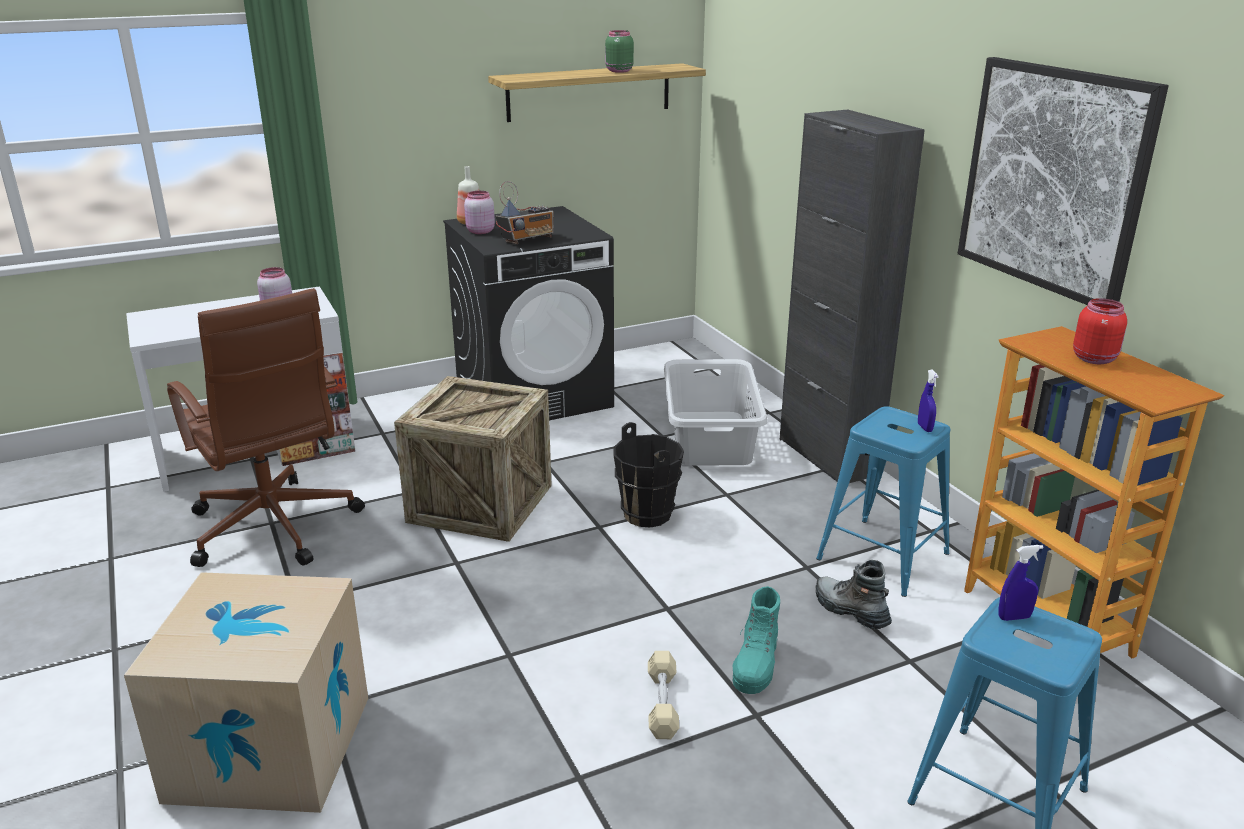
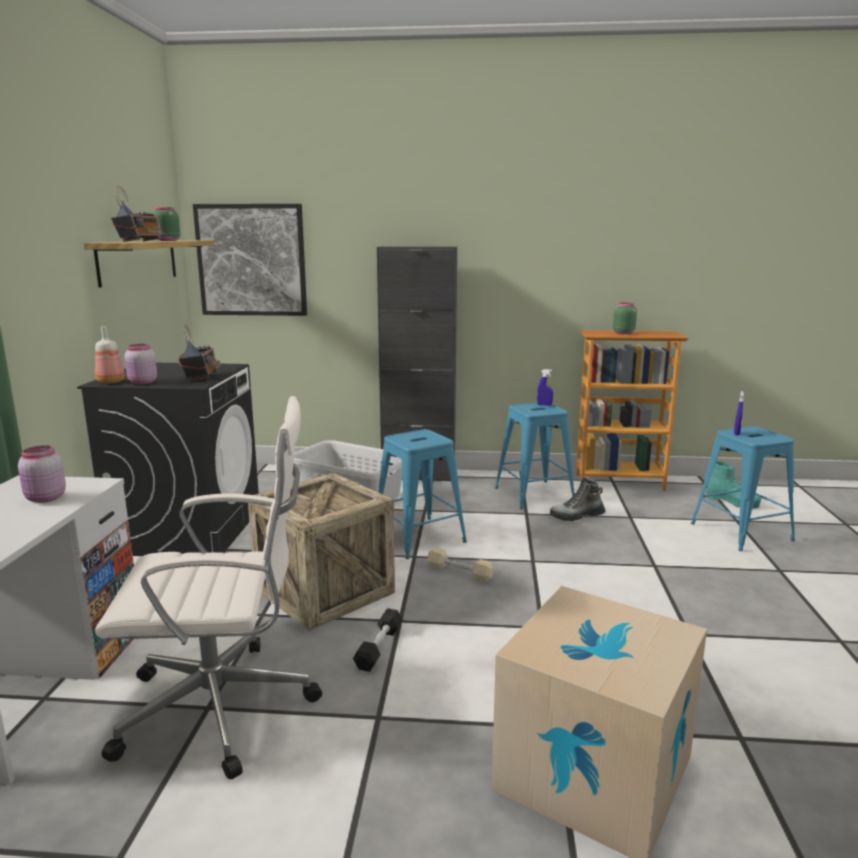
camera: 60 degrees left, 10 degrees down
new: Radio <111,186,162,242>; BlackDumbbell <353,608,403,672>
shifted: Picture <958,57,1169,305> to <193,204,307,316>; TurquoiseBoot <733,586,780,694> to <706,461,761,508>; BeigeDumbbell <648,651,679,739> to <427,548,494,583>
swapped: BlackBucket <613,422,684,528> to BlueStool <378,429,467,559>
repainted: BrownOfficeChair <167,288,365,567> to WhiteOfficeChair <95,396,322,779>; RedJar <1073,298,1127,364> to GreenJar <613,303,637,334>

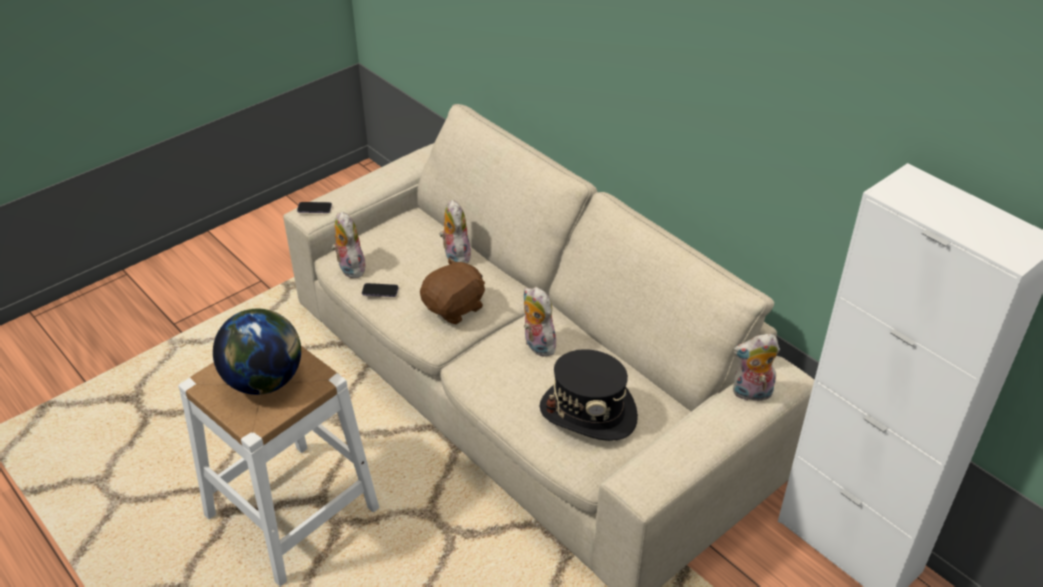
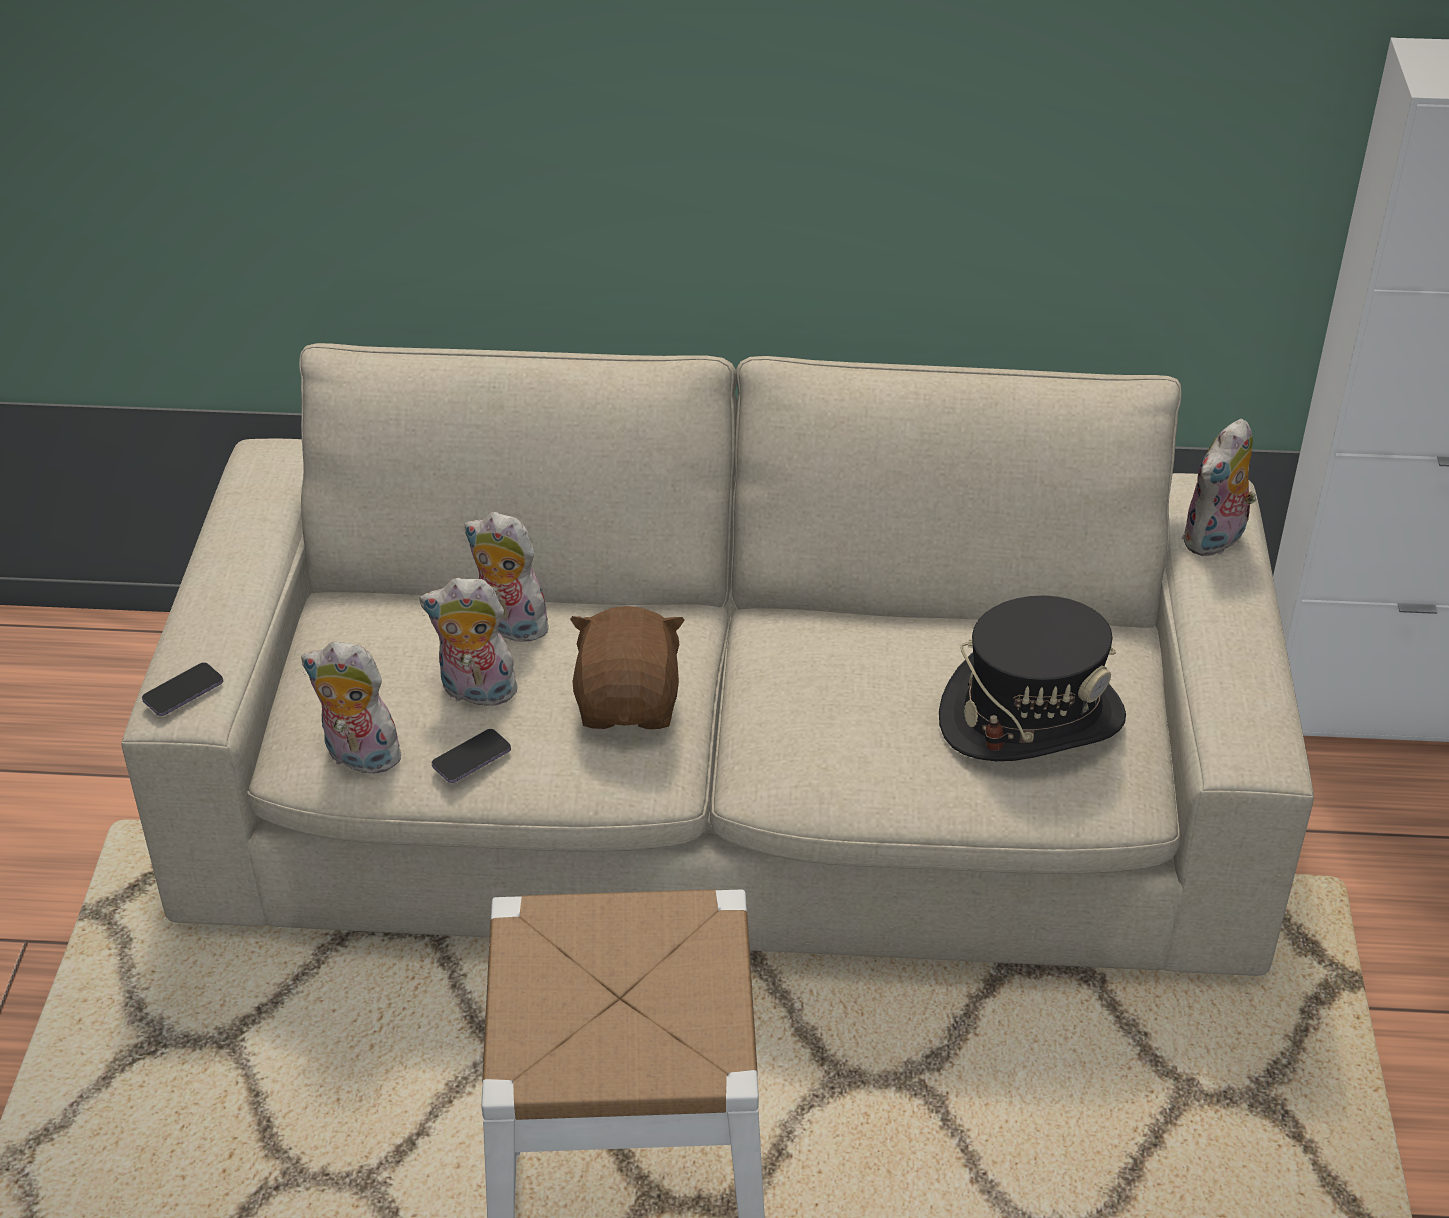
camera: 45 degrees left, 0 degrees up
gone: Globe <213,309,301,395>
shifted: PlushToy <524,287,556,357> to <420,578,525,706>

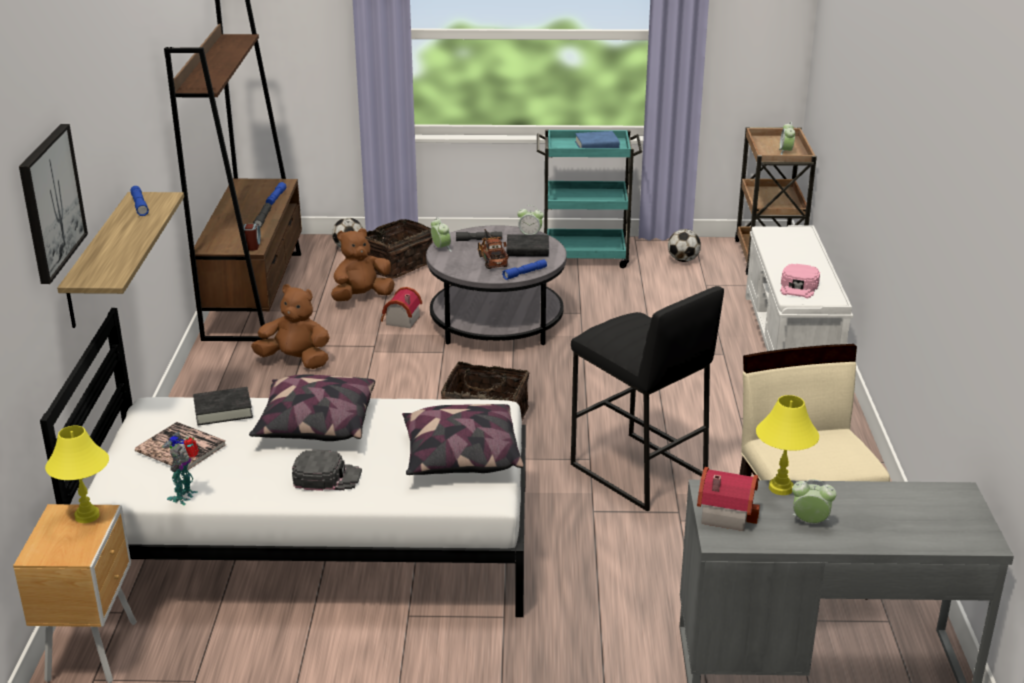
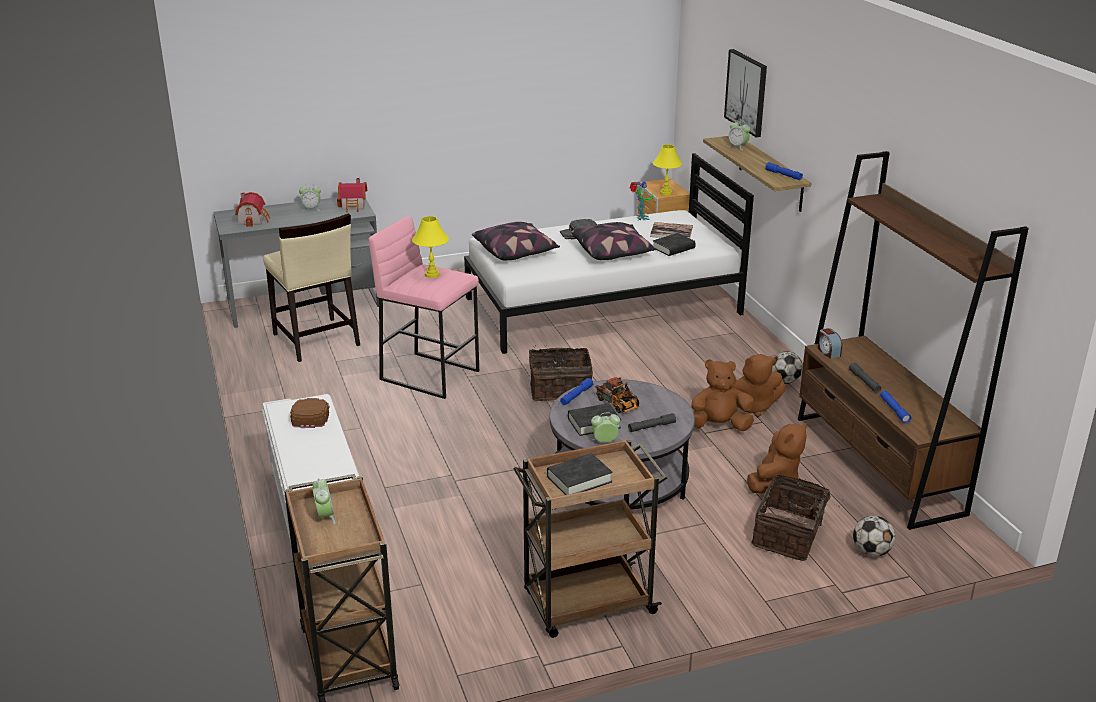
camera: 160 degrees right, 0 degrees up
new: BrownPlushToy <691,359,754,431>
shifted: AlarmClock <431,218,452,252> to <727,120,750,151>; Football <668,229,701,262> to <772,351,803,384>; ToyHouse <381,287,422,328> to <235,192,270,227>; YellowTableLamp <756,395,819,495> to <412,216,449,278>
repainted: TurquoiseCart <537,129,642,268> to BrownCart <514,439,667,638>; BlueBook <575,131,620,148> to BlackBook <547,453,613,495>; PinkCap <780,264,820,298> to BrownCap <290,398,330,428>; BlackStool <571,286,724,512> to PinkStool <369,216,479,399>

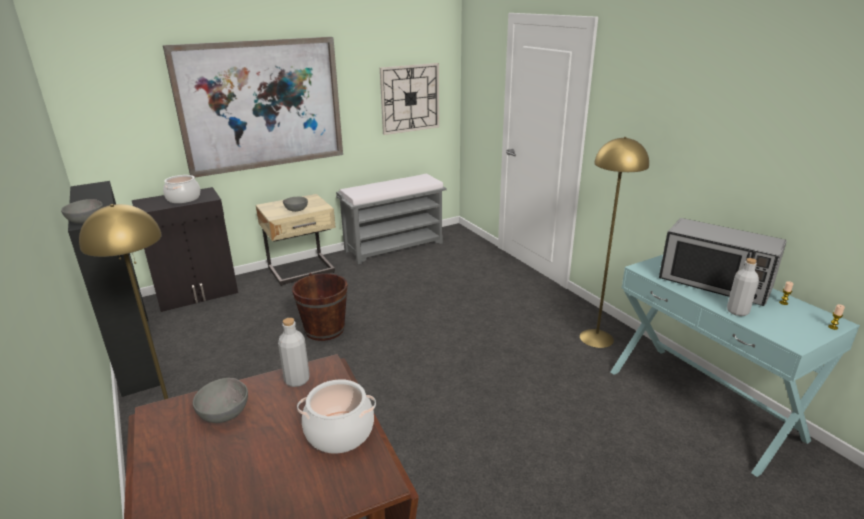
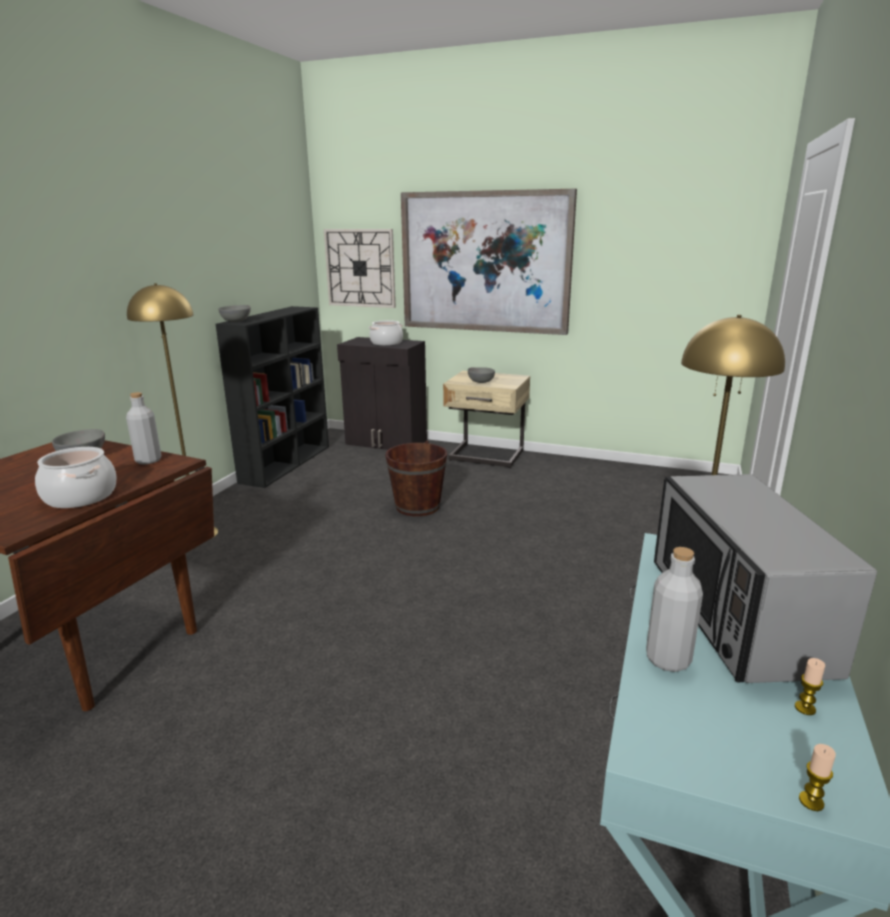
camera: 50 degrees right, 5 degrees down
gone: GreyBench <336,174,447,264>
shifted: WallClock <380,63,439,135> to <324,229,396,308>

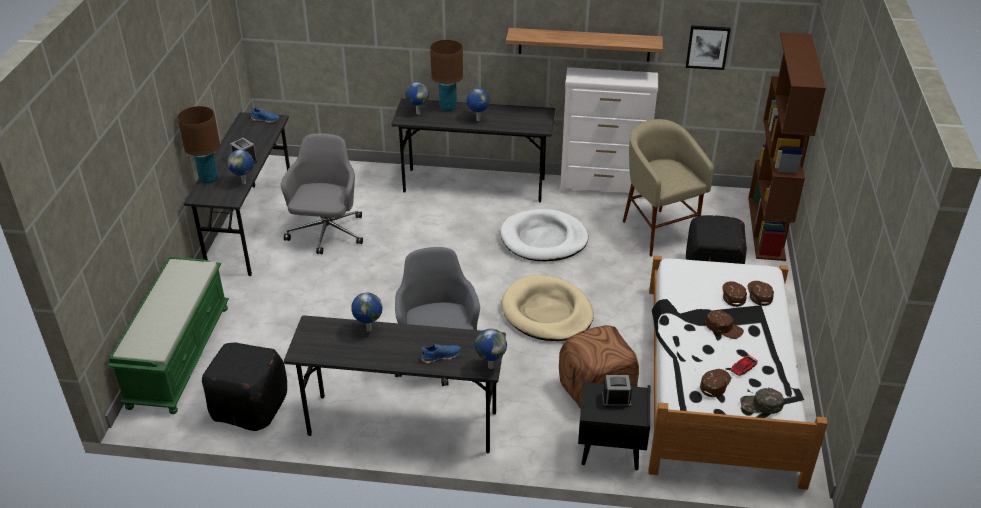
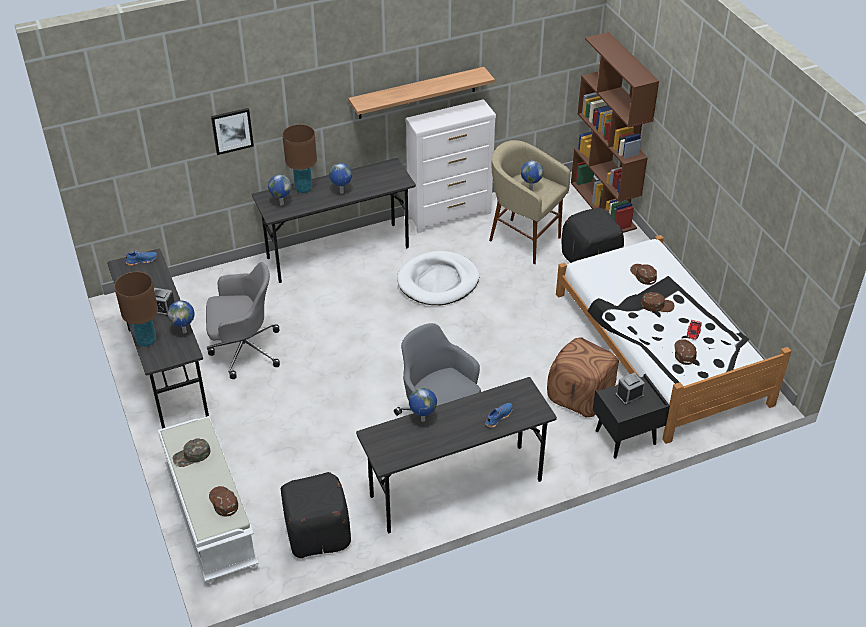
camera: 30 degrees left, 5 degrees up
gone: BeigeDogBed <502,275,594,341>
shifted: Picture <686,25,731,70> to <211,108,254,155>; BrownCap <748,281,774,306> to <209,486,238,516>; Globe <475,329,507,369> to <521,161,544,191>; GreenCap <740,388,784,414> to <173,438,210,467>
repainted: GreenBench <108,257,229,414> to WhiteBench <158,416,259,585>
rotated: GreyOfficeChair <281,133,363,254> = <206,262,280,379> 105 degrees clockwise

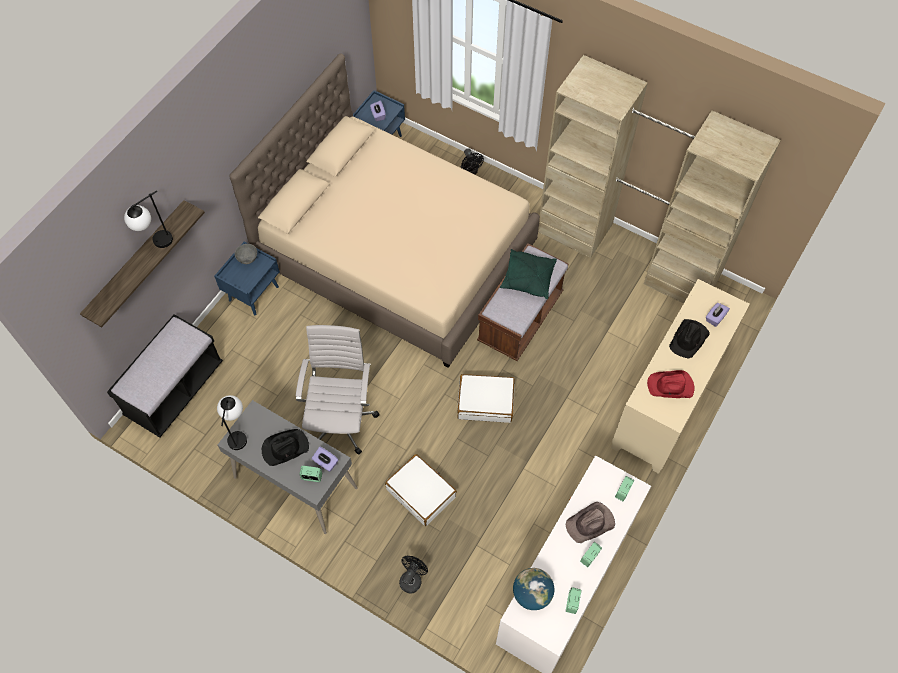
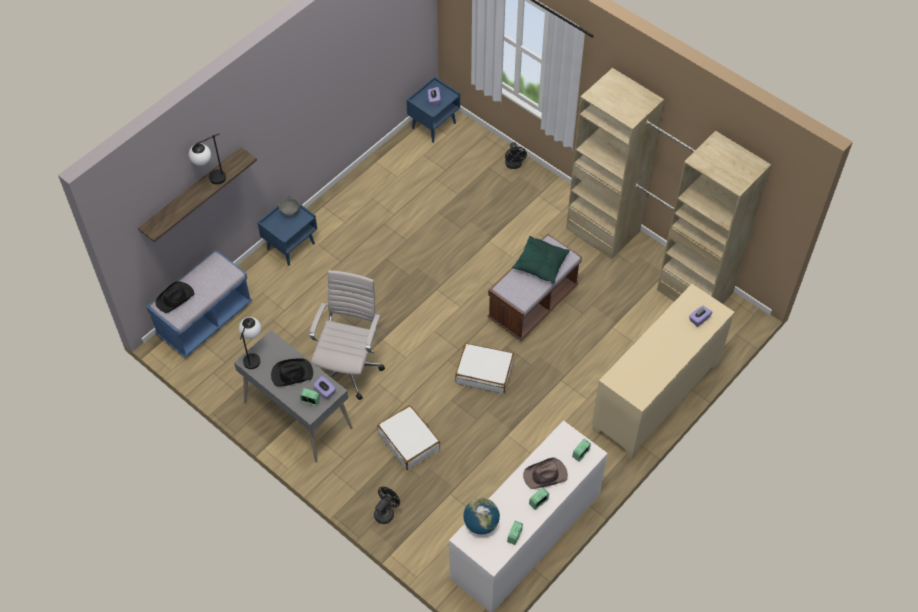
camera: 10 degrees right, 5 degrees down
gone: BeigeBed <230,54,540,368>; RedHat <647,370,694,398>
shifted: BlackHat <669,319,710,358> to <155,281,195,313>
repainted: BlackBench <107,314,223,437> to BlueBench <147,250,252,358>

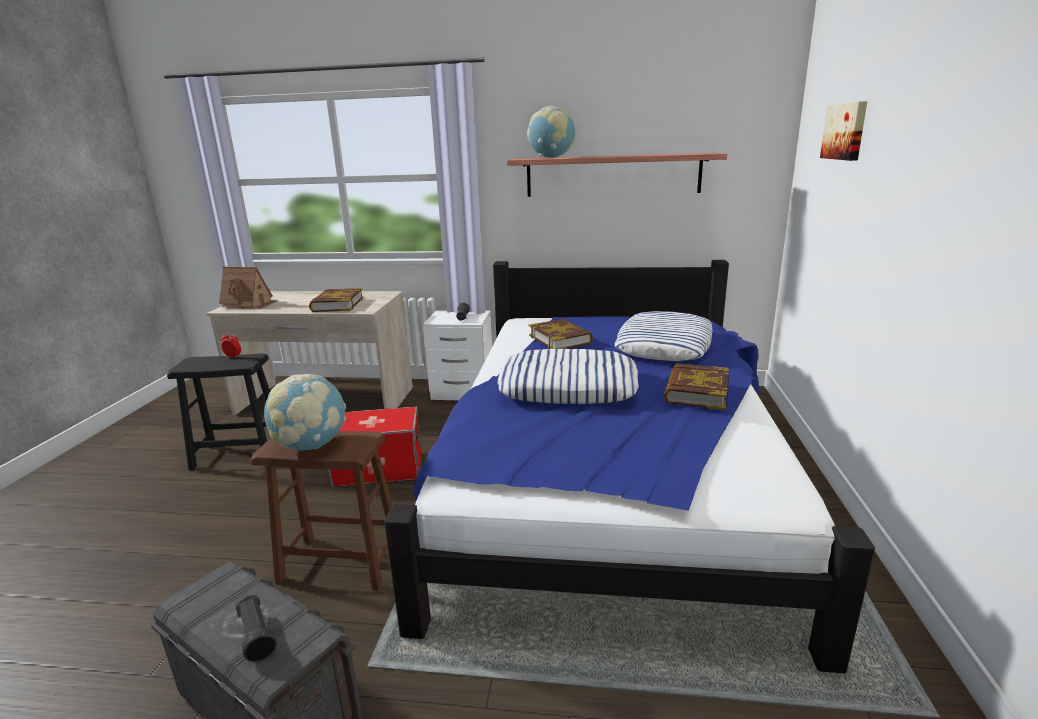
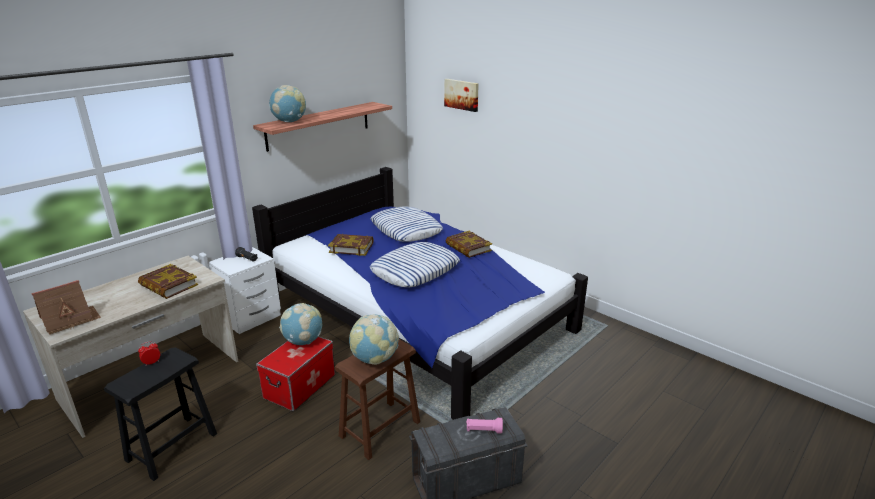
camera: 55 degrees left, 5 degrees up
new: Globe <279,303,322,345>
repainted: BlackFlashlight <235,595,277,662> to PinkFlashlight <466,418,503,434>

